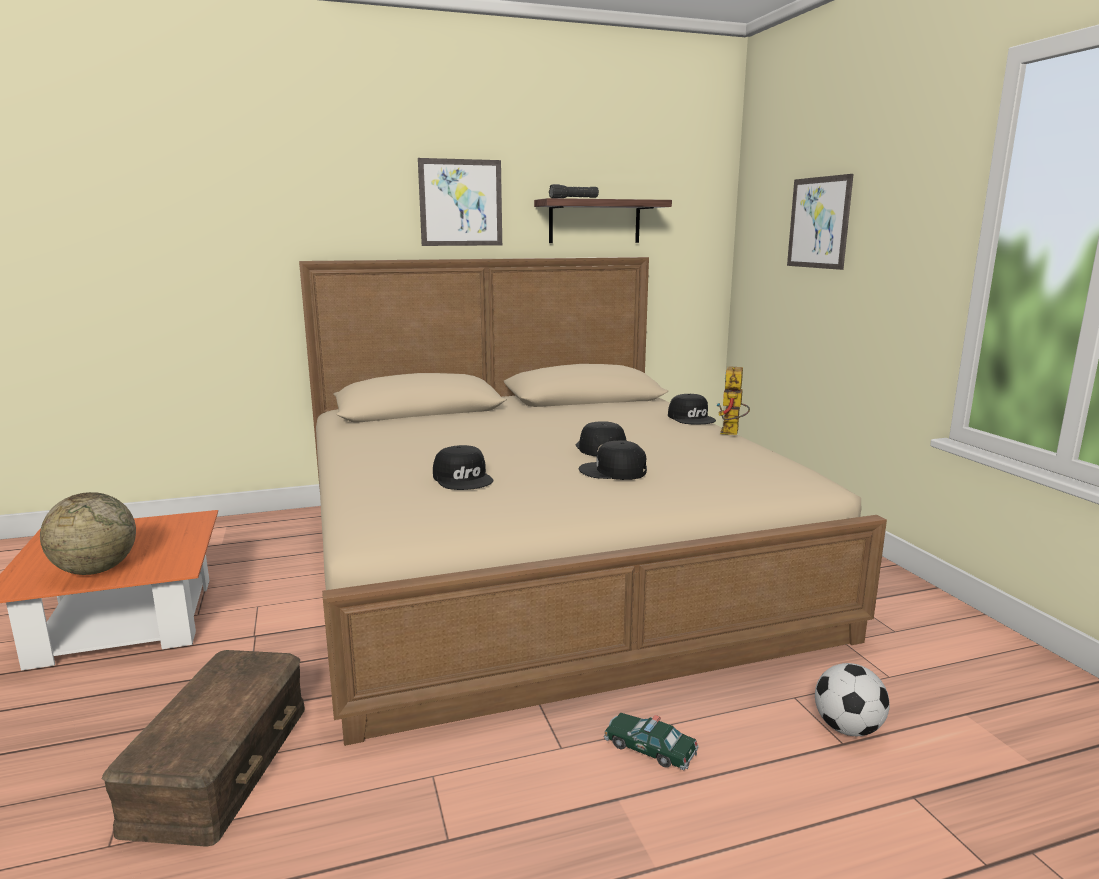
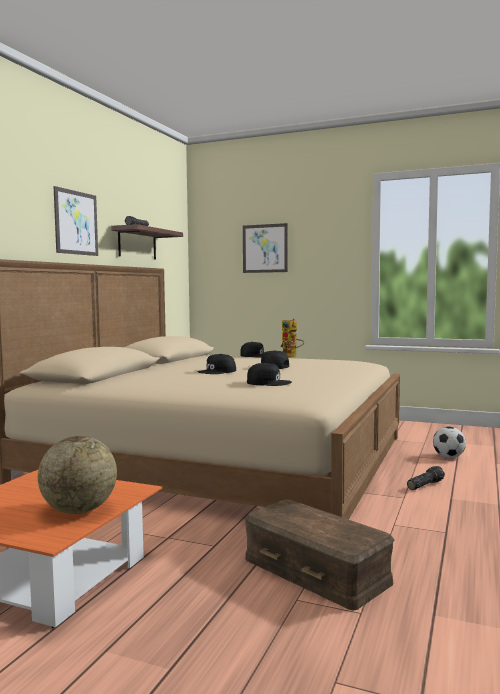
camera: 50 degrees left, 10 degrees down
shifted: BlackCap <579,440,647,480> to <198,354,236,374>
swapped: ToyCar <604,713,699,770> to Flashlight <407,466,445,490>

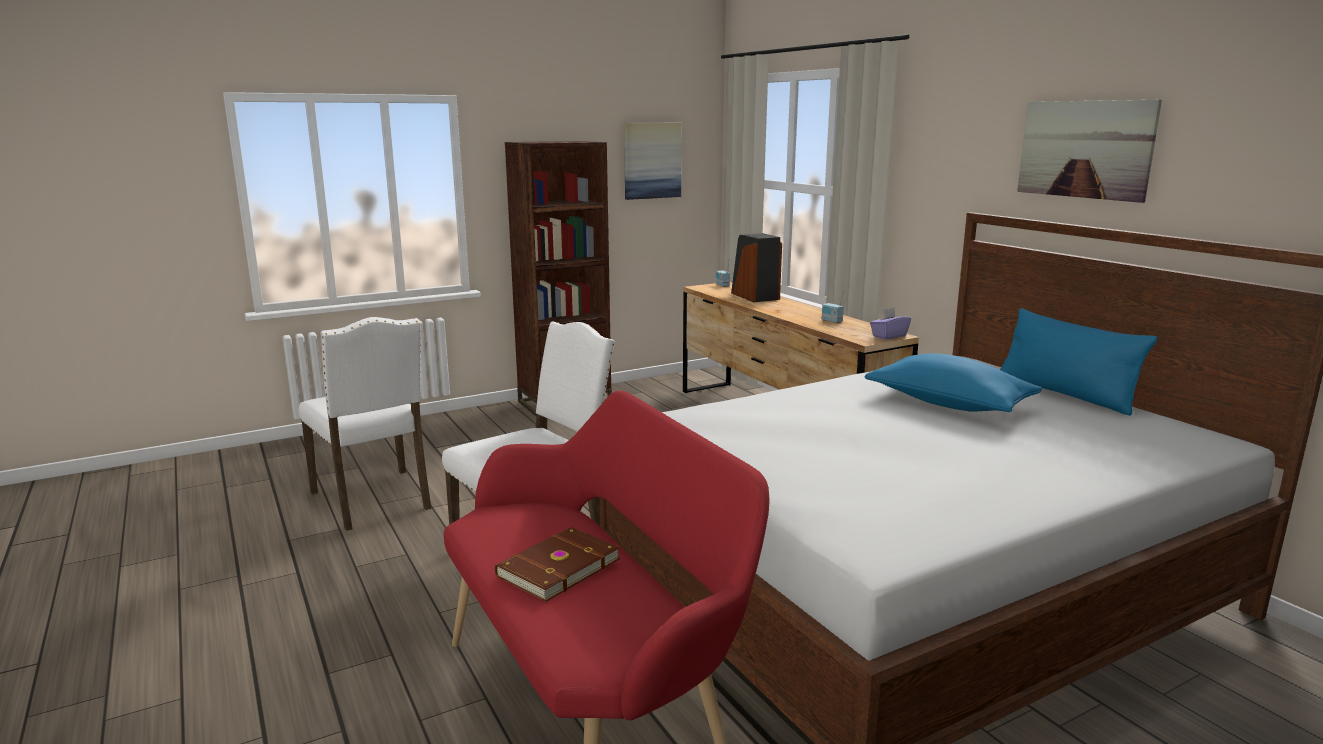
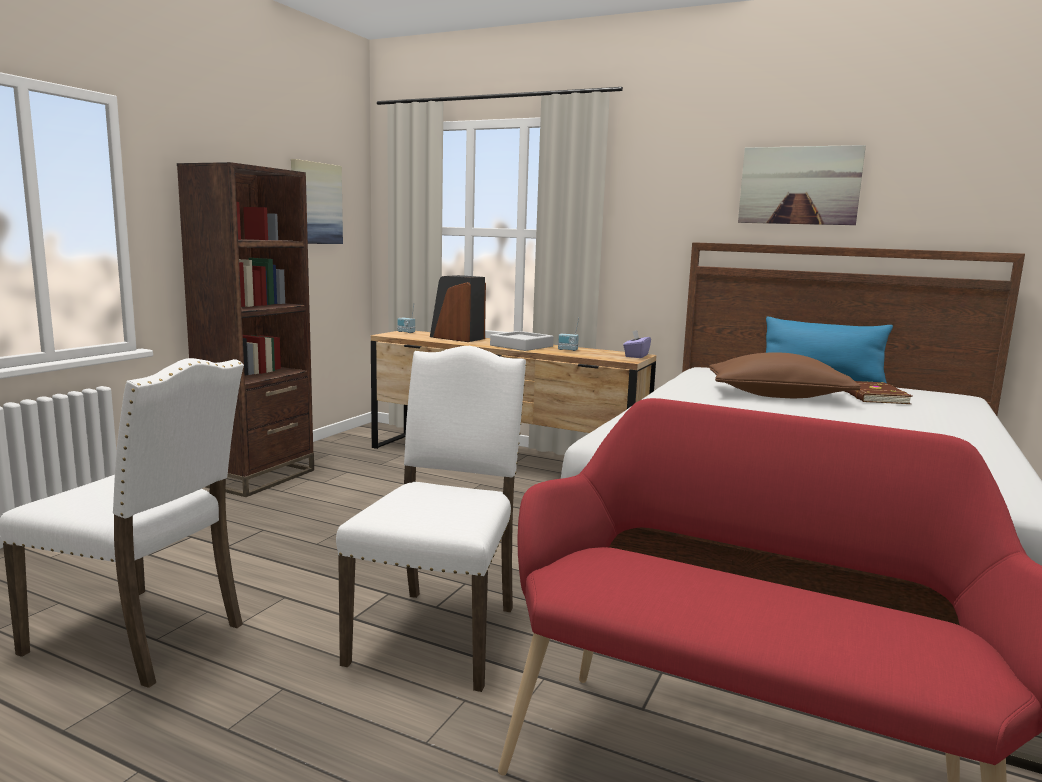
camera: 35 degrees left, 5 degrees down
new: GreyTray <490,331,554,351>
shifted: BrownBook <495,527,620,602> to <845,381,912,404>
repainted: BluePillow <865,353,1042,412> to BrownPillow <709,352,860,398>

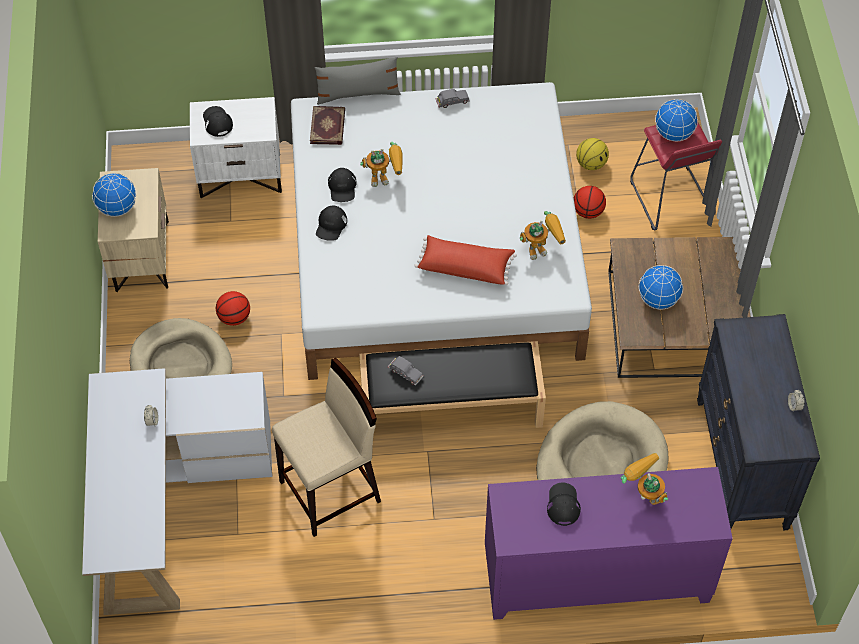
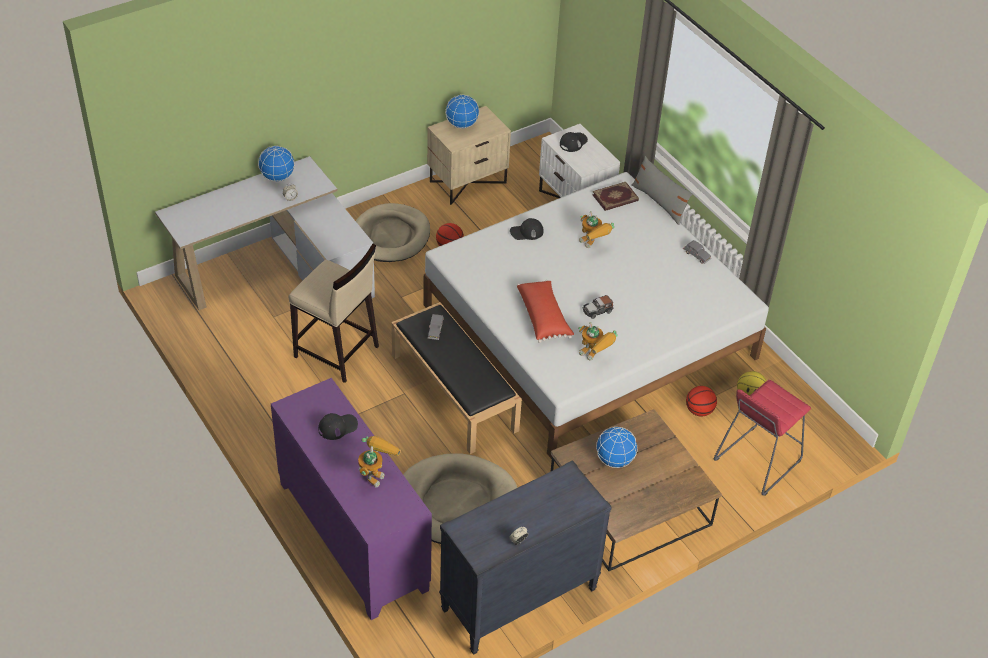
camera: 60 degrees right, 10 degrees down
gone: BlackCap <328,168,356,202>
new: ToyCar <582,295,614,319>
shifted: Globe <655,99,698,141> to <258,145,295,182>

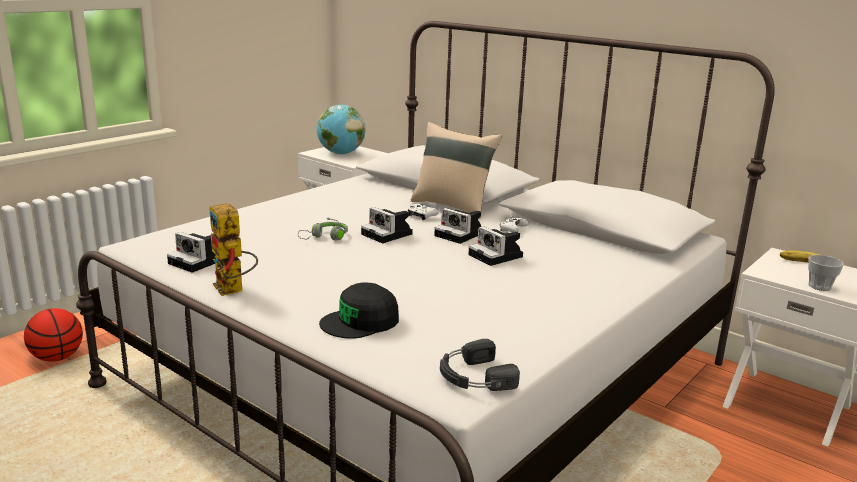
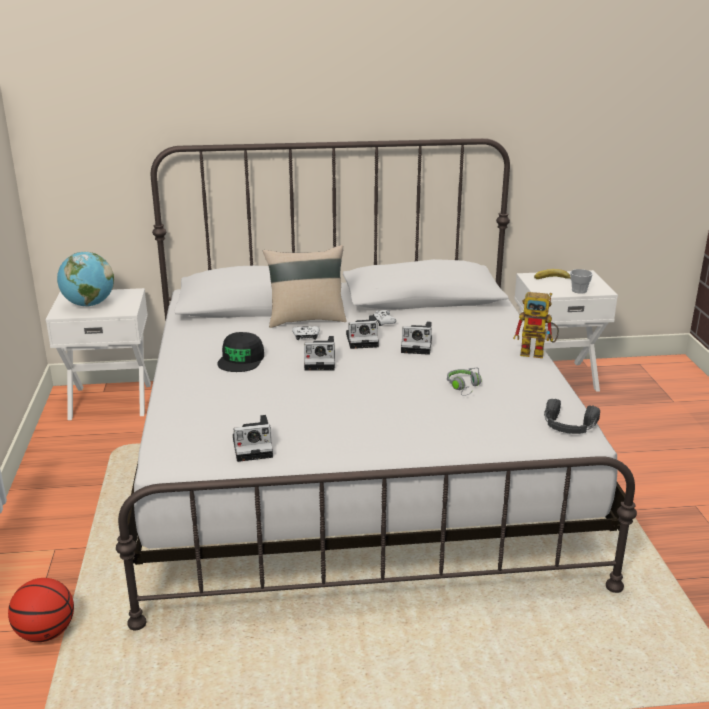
camera: 45 degrees left, 5 degrees up
shifted: ToyRobot <210,203,258,296> to <513,292,559,358>; GreyHeadphones <298,218,348,241> to <447,368,481,396>; BlackCap <319,282,399,339> to <217,332,264,372>

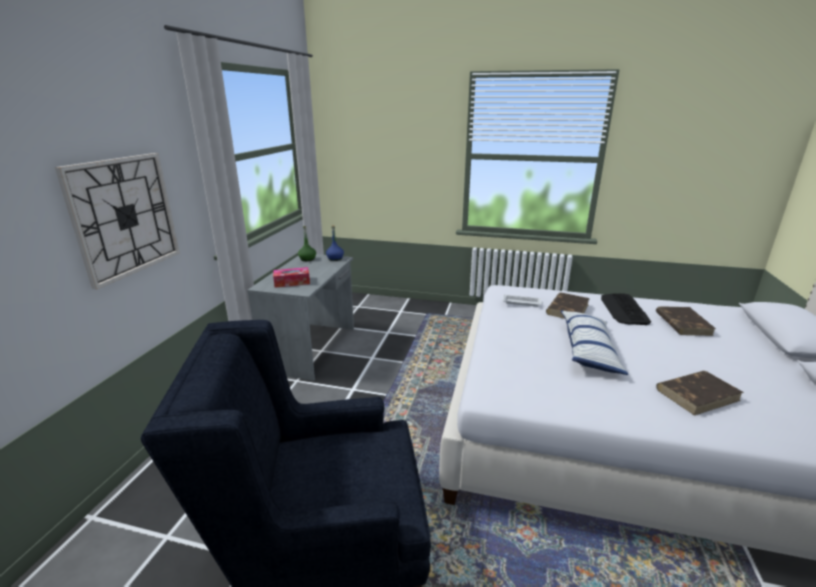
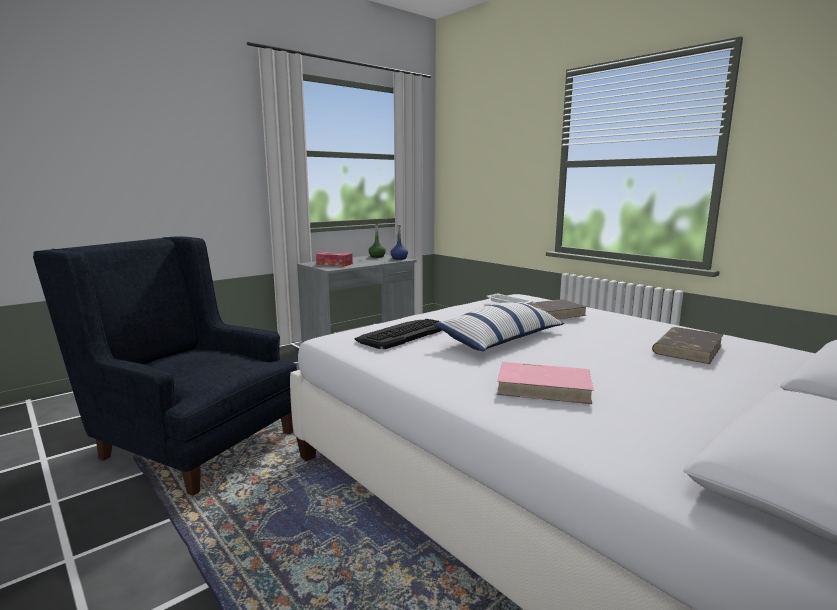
camera: 35 degrees right, 10 degrees down
gone: WallClock <55,153,180,290>
shifted: Keyboard <601,293,651,325> to <355,319,442,349>
repainted: BrownBook <656,371,744,416> to PinkBook <497,362,594,404>

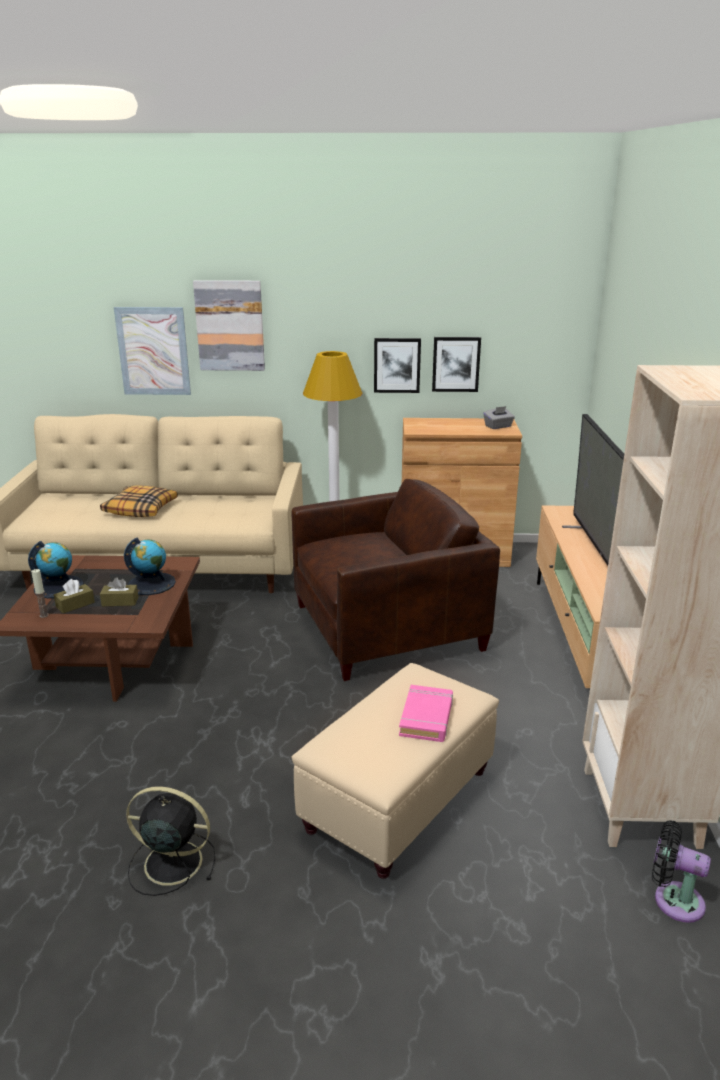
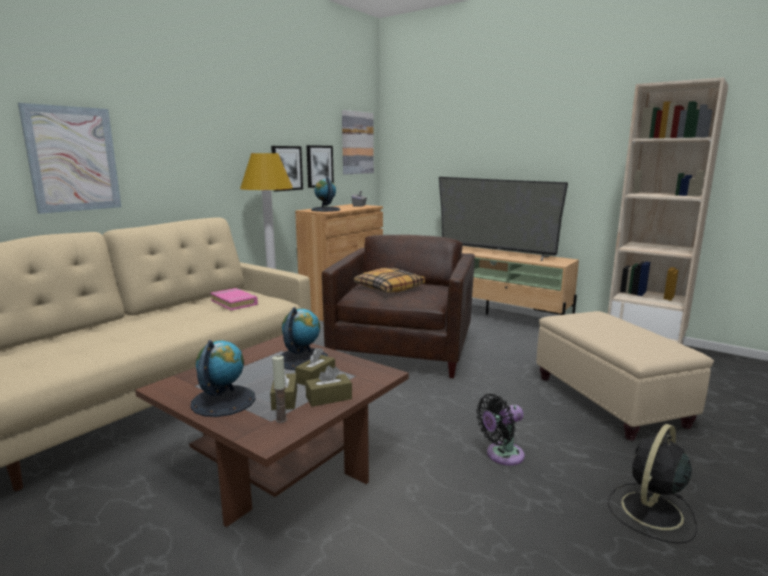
camera: 55 degrees left, 10 degrees down
new: Globe <311,177,341,212>; BrownTissueBox <305,365,352,407>
shifted: Picture <193,280,265,371> to <342,110,374,174>; Pillow <100,485,178,517> to <354,268,425,292>; PinkBook <399,685,453,742> to <211,288,258,310>; BlackFan <652,820,711,923> to <476,394,525,465>

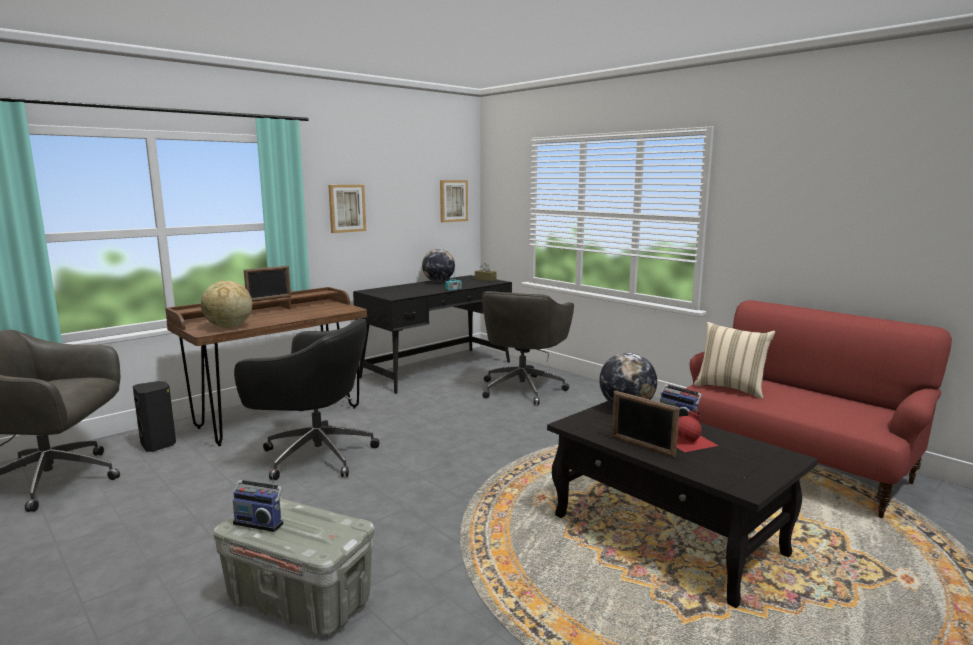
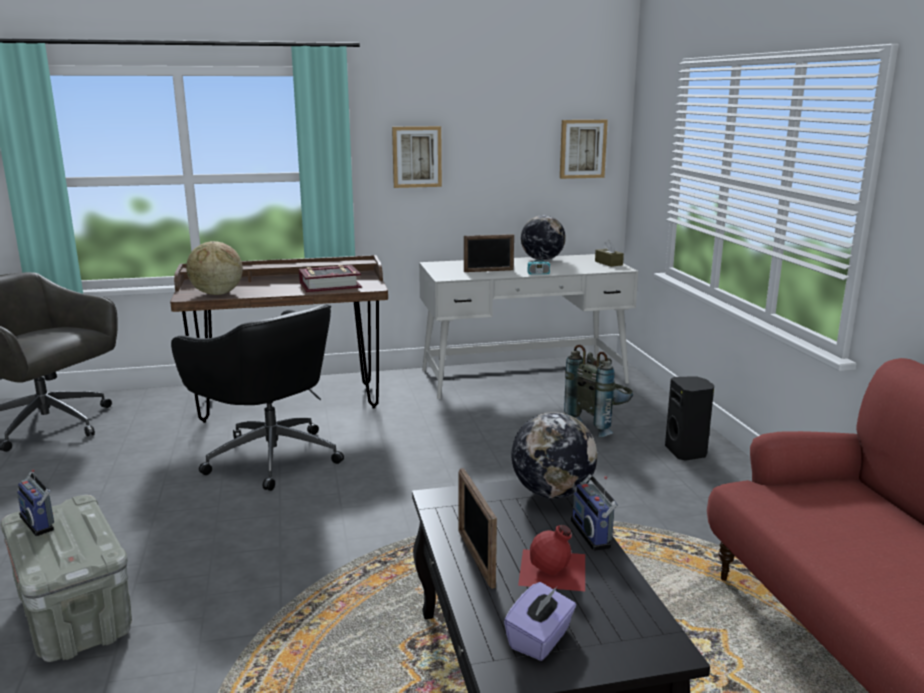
camera: 30 degrees right, 5 degrees up
gone: BeigePillow <694,322,775,399>
new: Book <299,265,362,292>; PurpleTissueBox <504,582,576,661>
shifted: PictureFrame <244,266,291,302> to <464,234,514,272>; BlackSpeaker <133,381,176,452> to <665,377,714,461>
swapped: GreyOfficeChair <482,291,574,405> to GreyBackpack <564,344,633,438>
repainted: BlackDesk <353,275,512,394> to WhiteDesk <419,254,638,399>

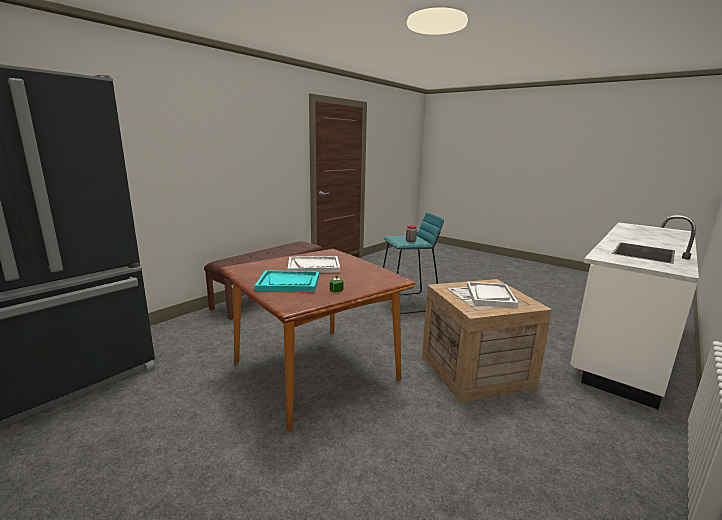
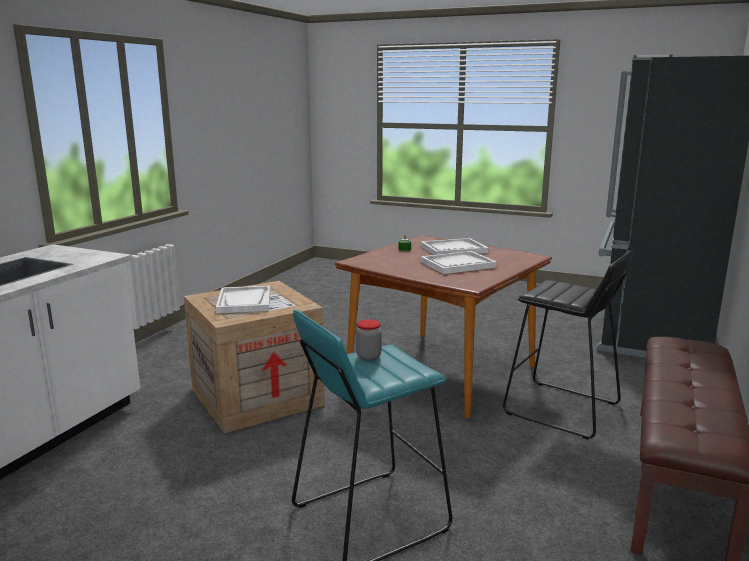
camera: 165 degrees right, 0 degrees up
new: BlackStool <503,251,633,440>
repainted: TurquoiseTray <254,270,319,292> to WhiteTray <421,238,488,255>

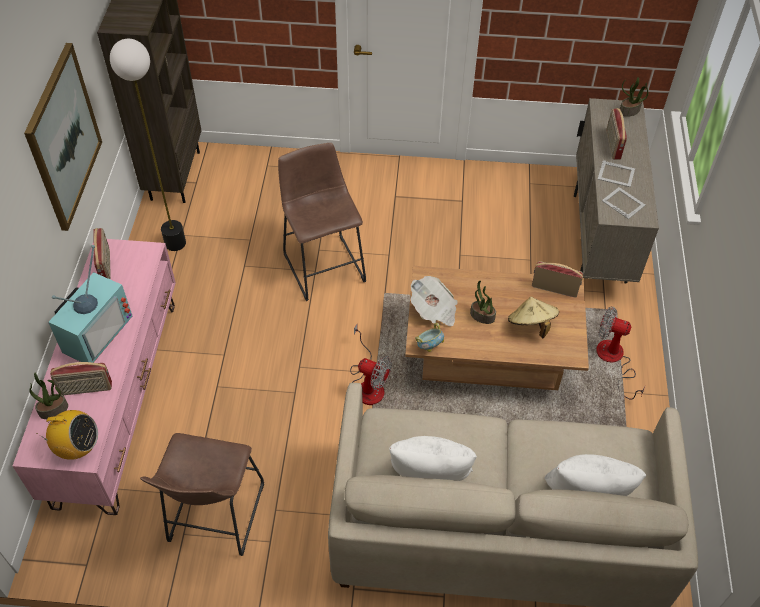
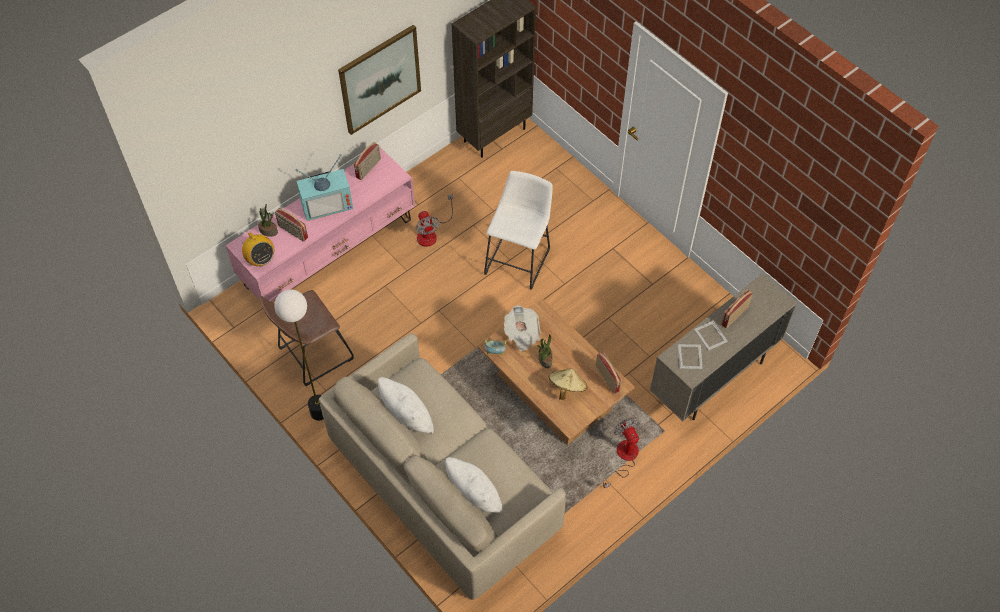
camera: 45 degrees right, 5 degrees up
gone: PottedPlant <620,77,649,117>
shifted: FloorLamp <110,39,186,251> to <274,290,324,420>; Fan <350,324,392,405> to <415,194,453,247>
repainted: BrownStool <278,143,366,301> to WhiteStool <484,171,553,290>

